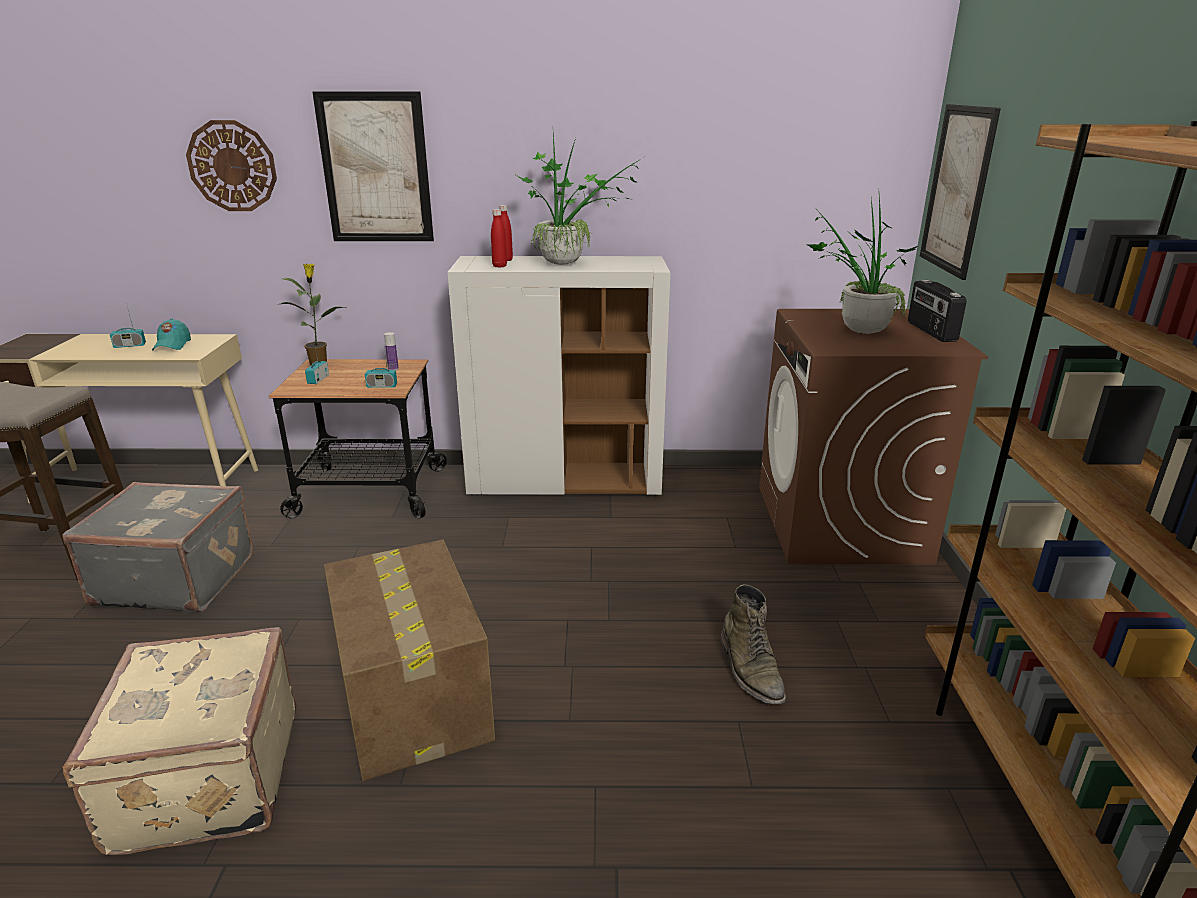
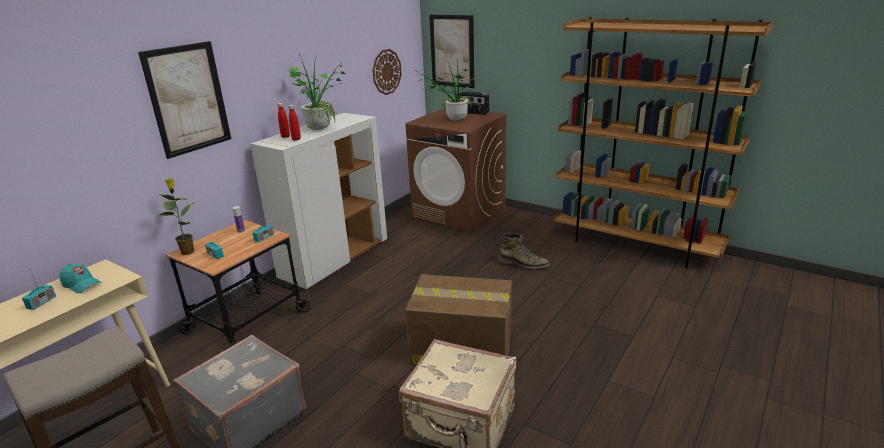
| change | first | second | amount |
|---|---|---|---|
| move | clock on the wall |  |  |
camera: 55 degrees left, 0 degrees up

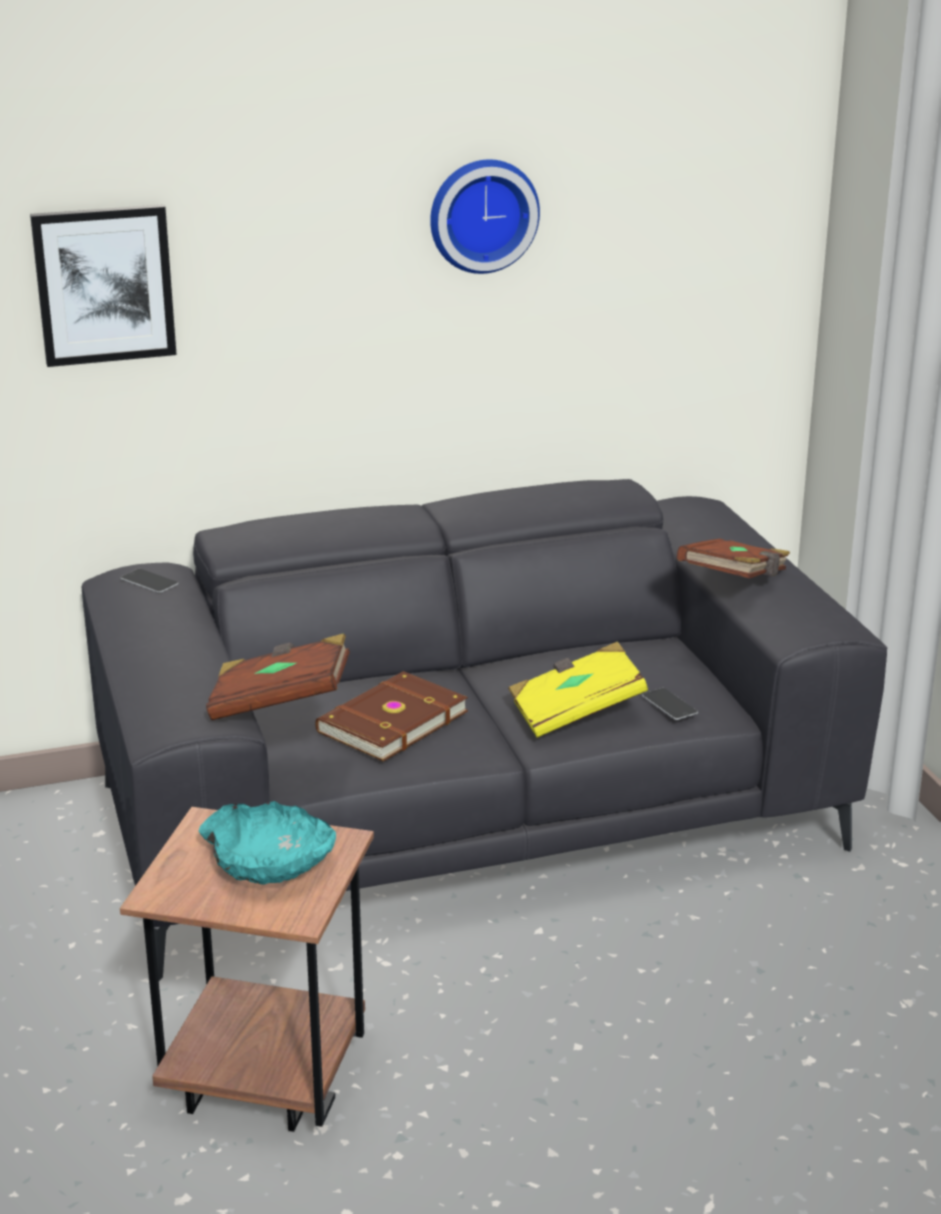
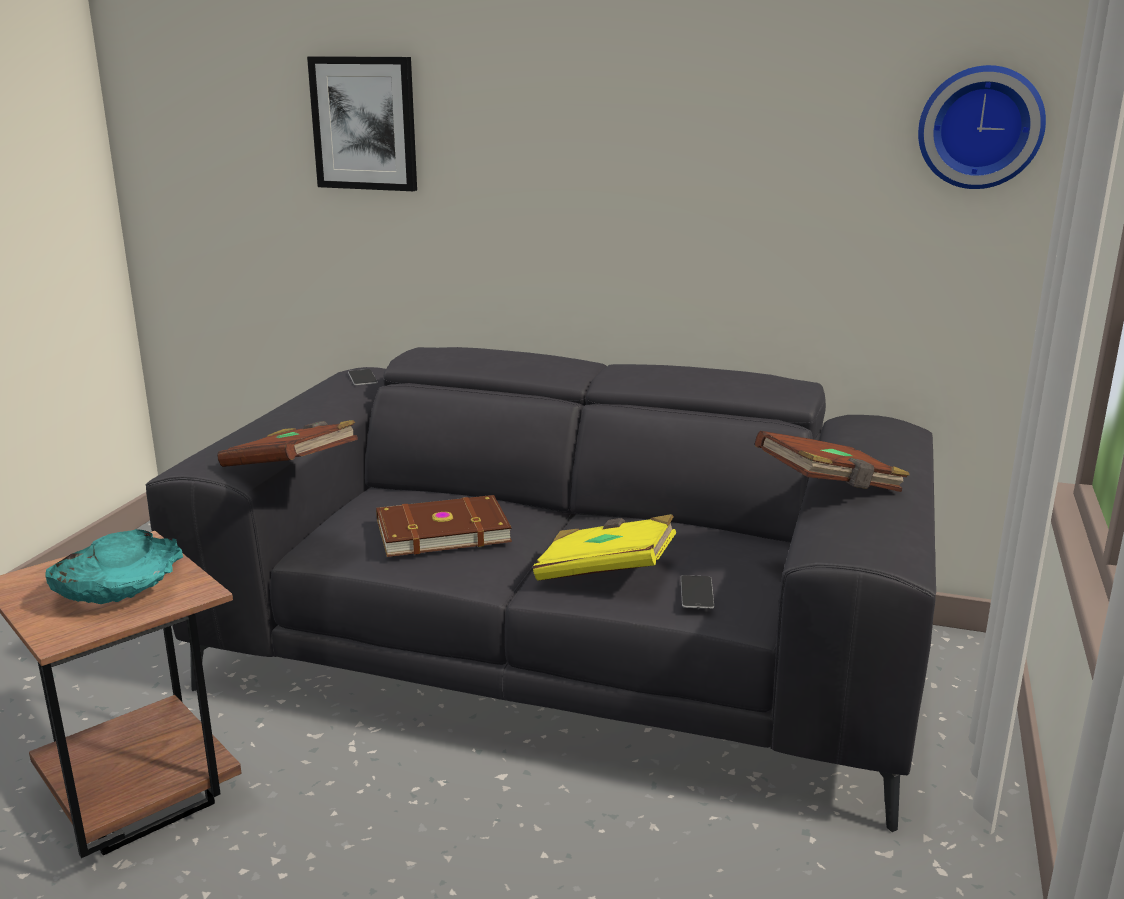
| change | first | second | amount |
|---|---|---|---|
| move | clock on the wall |  |  |
camera: 35 degrees right, 5 degrees down

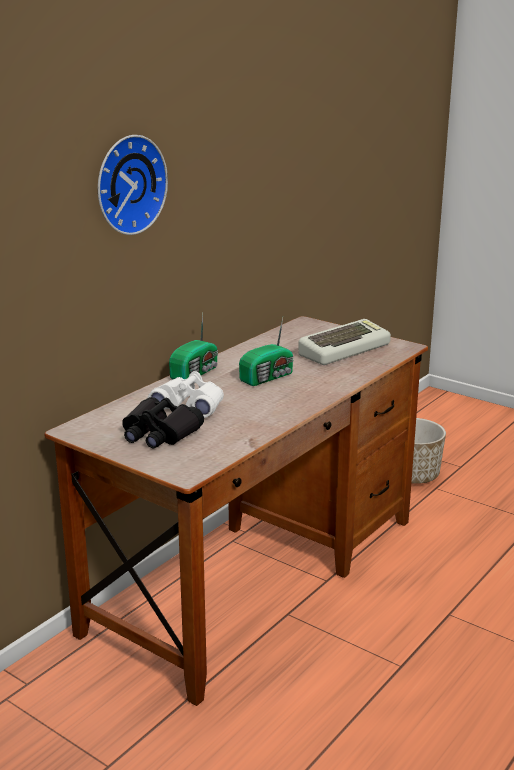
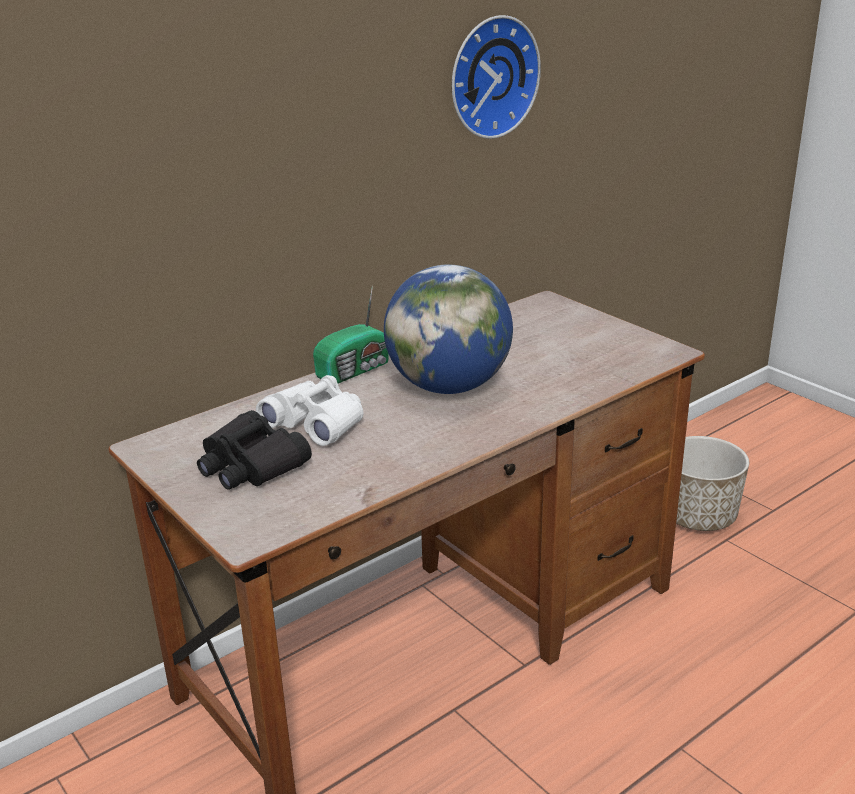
| change | first | second | amount |
|---|---|---|---|
| move | clock on the wall |  |  |
| replace | radio receiver (2nd from left) | world globe |  |
| delete | computer keyboard |  |  |
camera: 15 degrees right, 5 degrees up

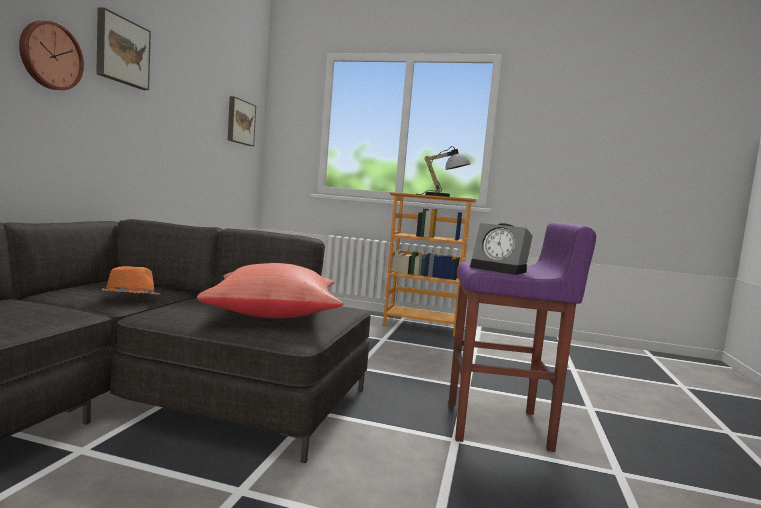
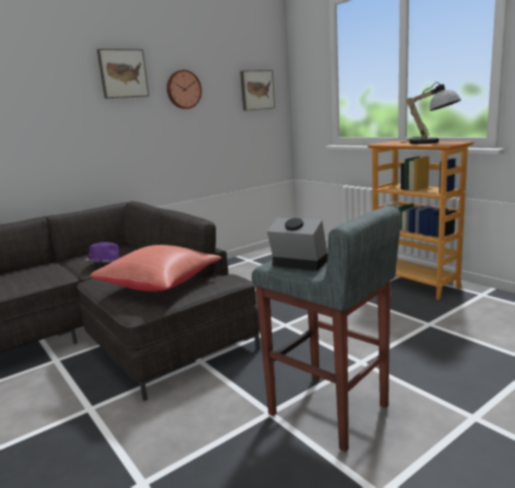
| change | first | second | amount |
|---|---|---|---|
| move | clock on the wall |  |  |
| recolor | stool/purple-coloured | stool/grey |  |
| rotate | bedside clock |  | 135 degrees clockwise |
| recolor | wearable hat/orange-coloured | wearable hat/purple-coloured |  |
camera: 40 degrees right, 10 degrees up

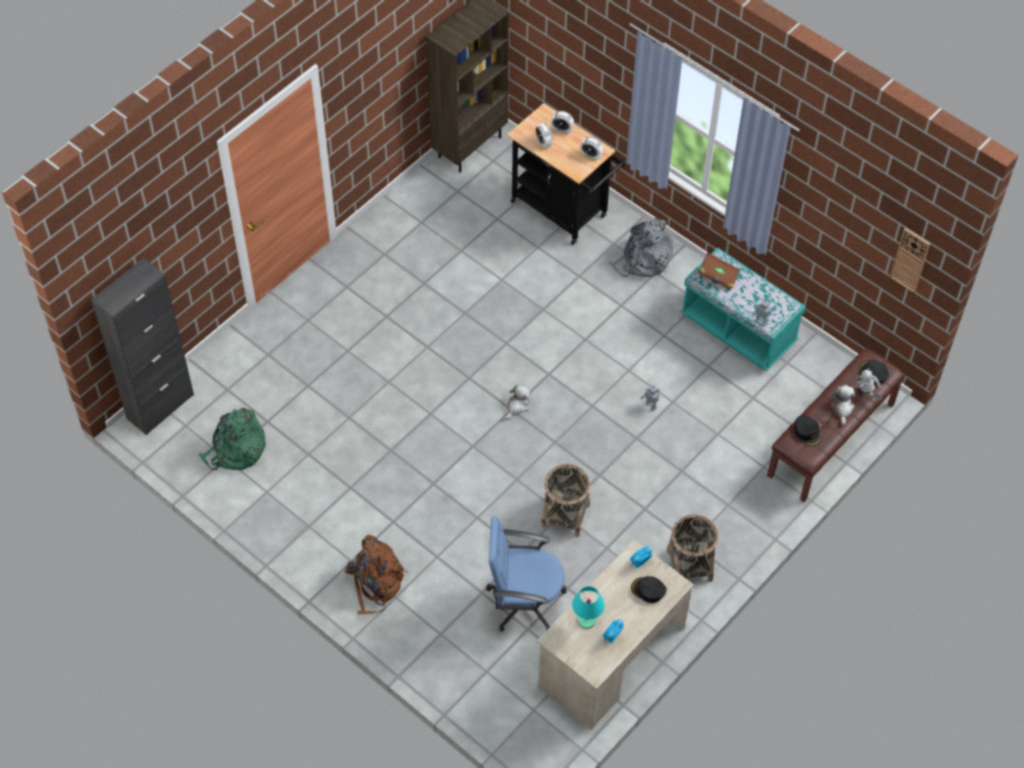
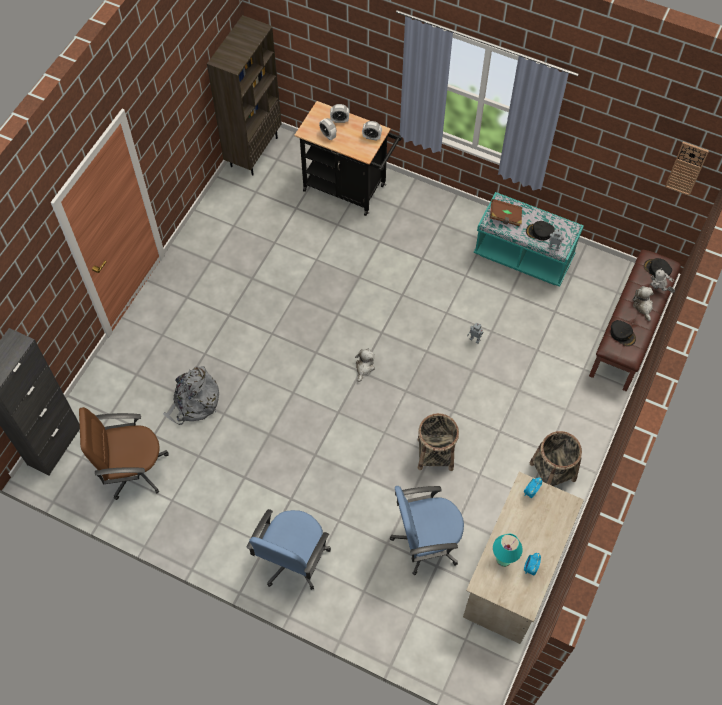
| change | first | second | amount |
|---|---|---|---|
| move | rucksack/grey |  |  |
| replace | rucksack/green | desk chair/brown-coloured |  |
| replace | rucksack/brown-coloured | desk chair/blue-coloured (1st from left) |  |
| move | peaked cap/black-coloured (1st from left) |  |  |
camera: 15 degrees left, 5 degrees up

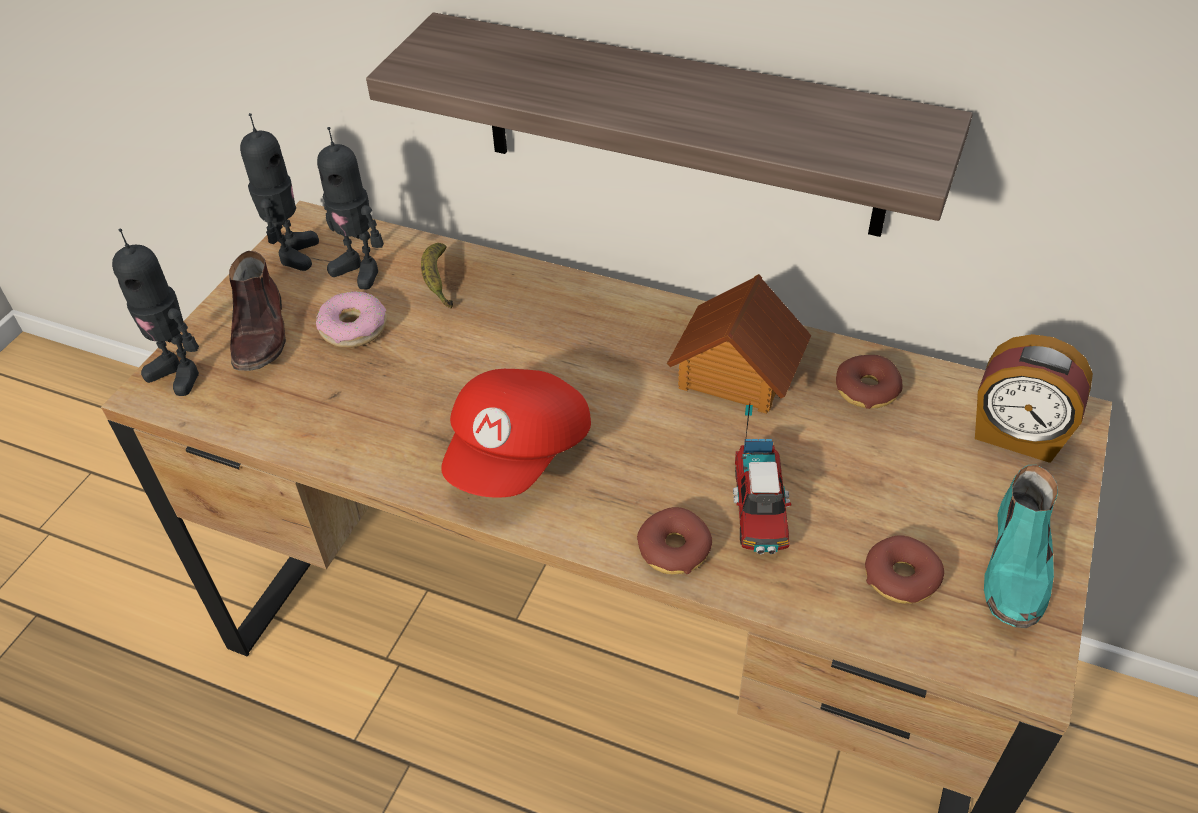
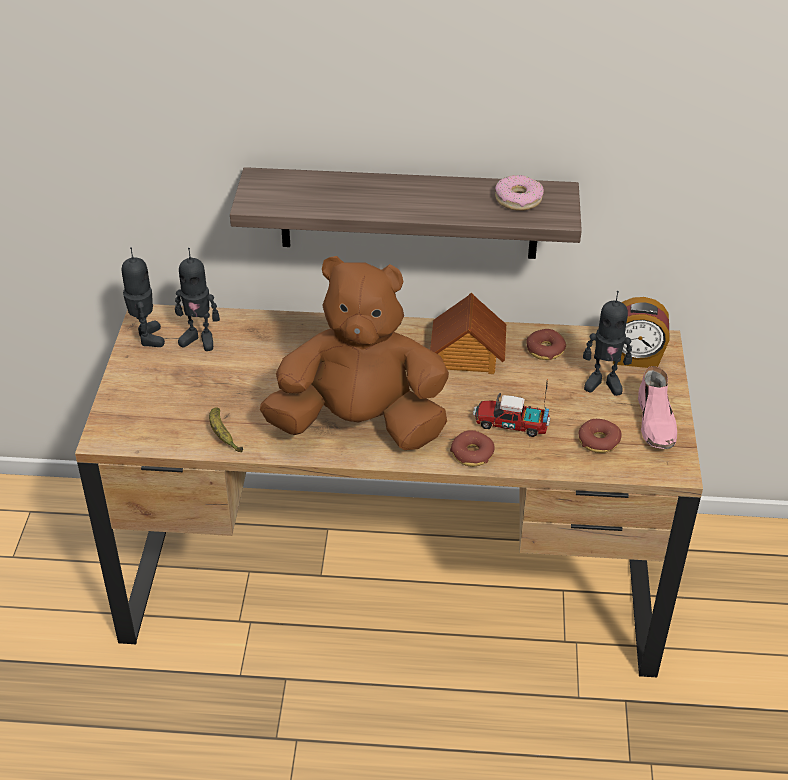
| change | first | second | amount |
|---|---|---|---|
| move | model robot (1st from left in the first image) | model robot (3rd from left) |  |
| move | banana |  |  |
| delete | shoe/brown-coloured |  |  |
| move | ring doughnut (1st from left in the first image) | ring doughnut (2nd from left) |  |
| replace | peaked cap/red | plush toy/brown-coloured |  |
| rotate | toy truck |  | 120 degrees clockwise |
| recolor | shoe/turquoise-coloured | shoe/pink |  |
camera: 20 degrees left, 5 degrees down

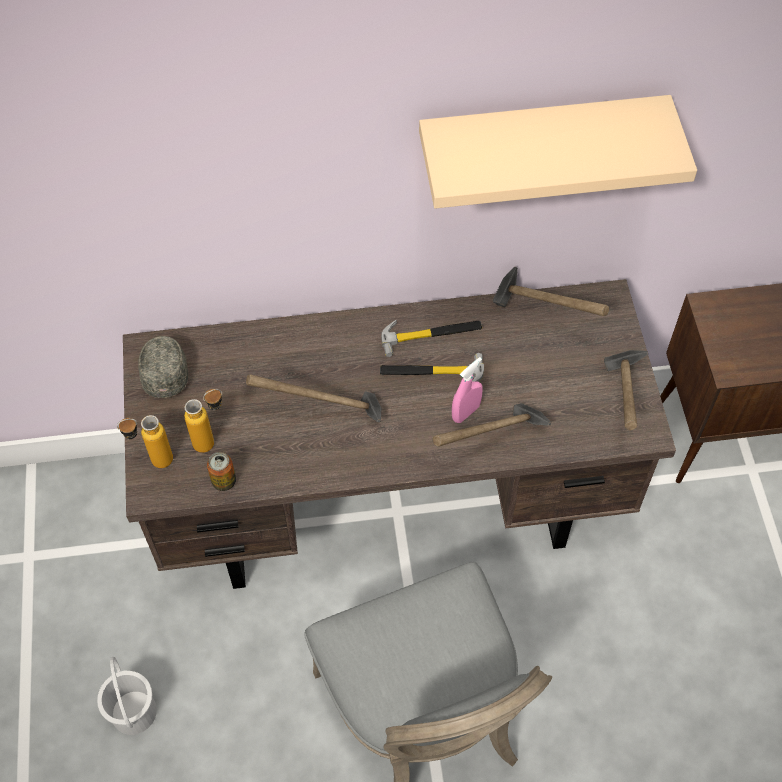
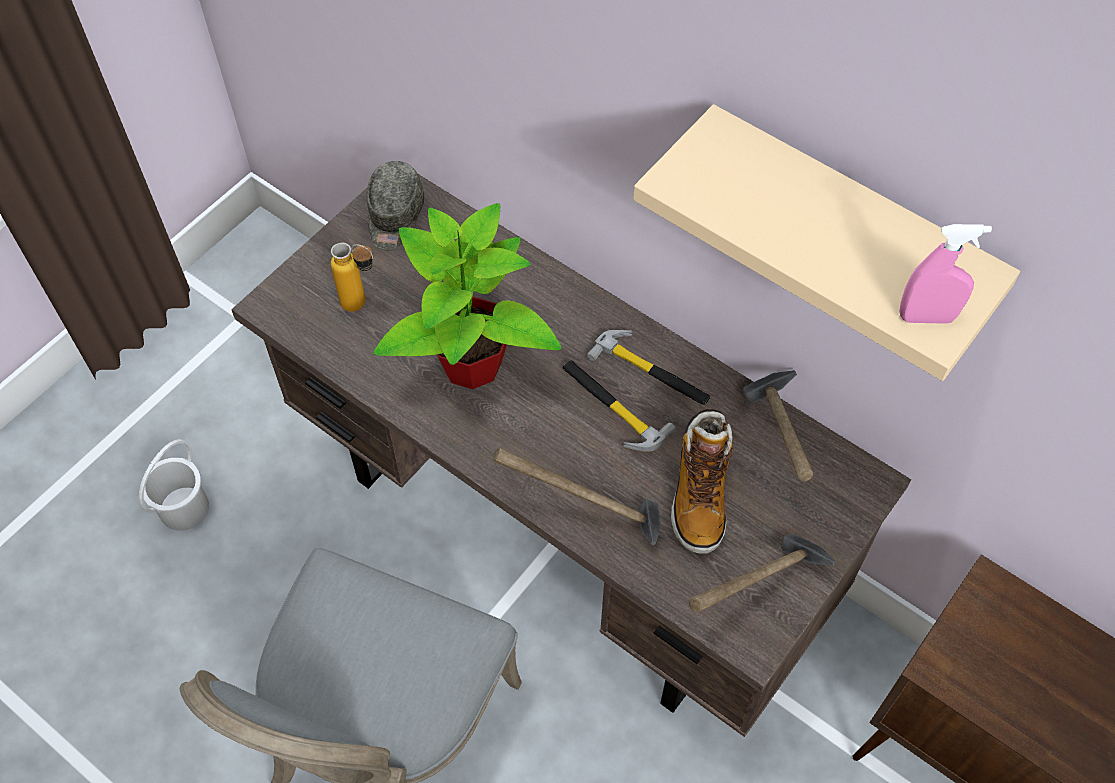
| change | first | second | amount |
|---|---|---|---|
| rotate | peaked cap/grey |  | 150 degrees clockwise |
| move | hand sprayer/pink |  |  |
| replace | hammer (1st from left) | potted plant |  |
| delete | beverage bottle (1st from left) |  |  |
| delete | can |  |  |
| insert |  | high-top boot |  |
camera: 45 degrees right, 0 degrees up

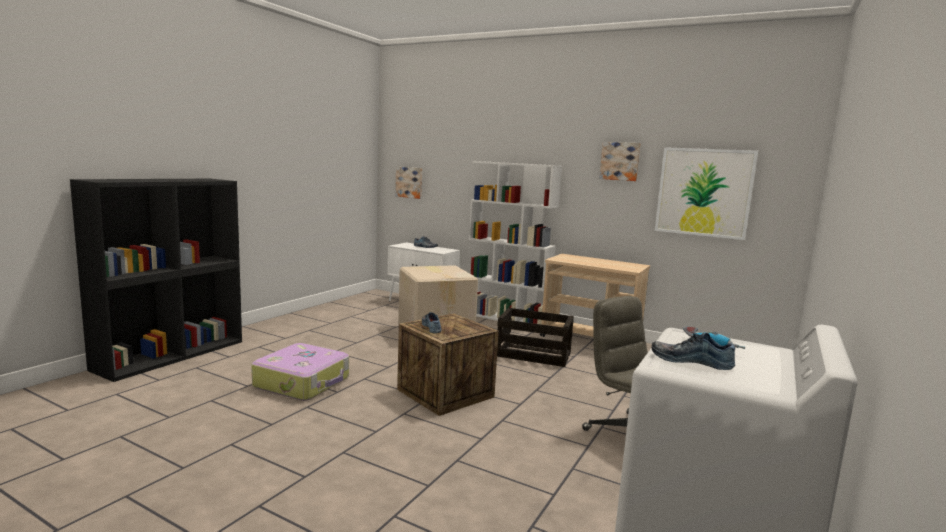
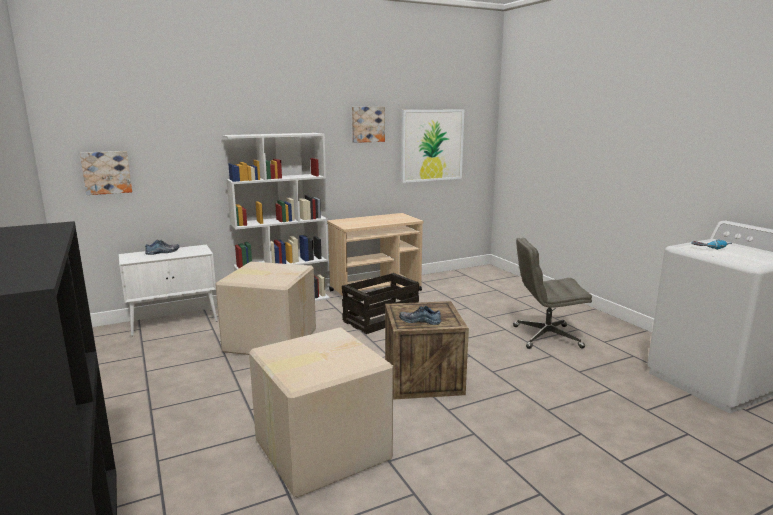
| change | first | second | amount |
|---|---|---|---|
| delete | shoe (3rd from left) |  |  |
| replace | piece of luggage | cardboard box (2nd from left) |  |
camera: 55 degrees left, 5 degrees up

